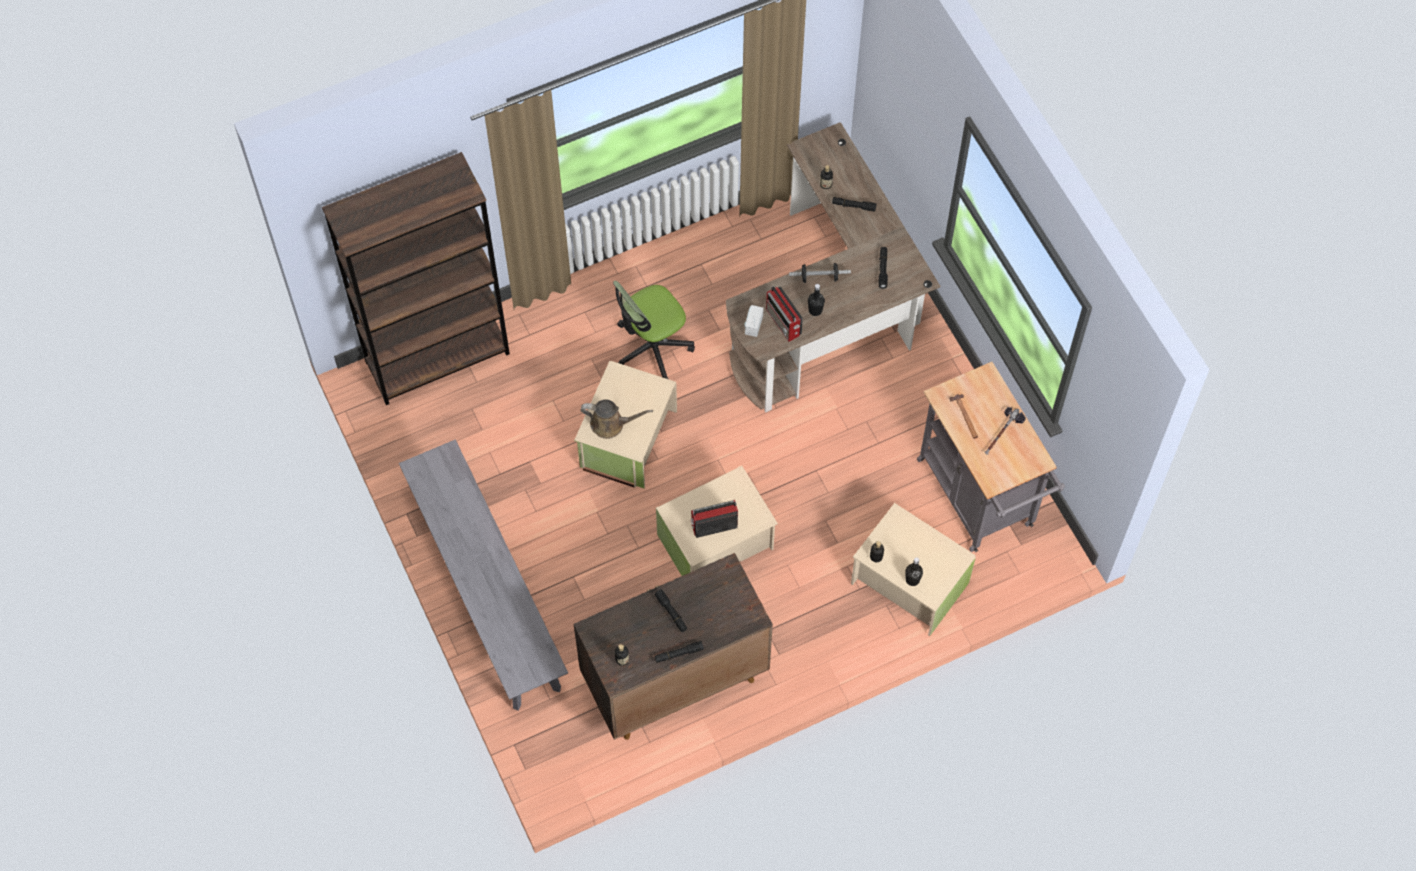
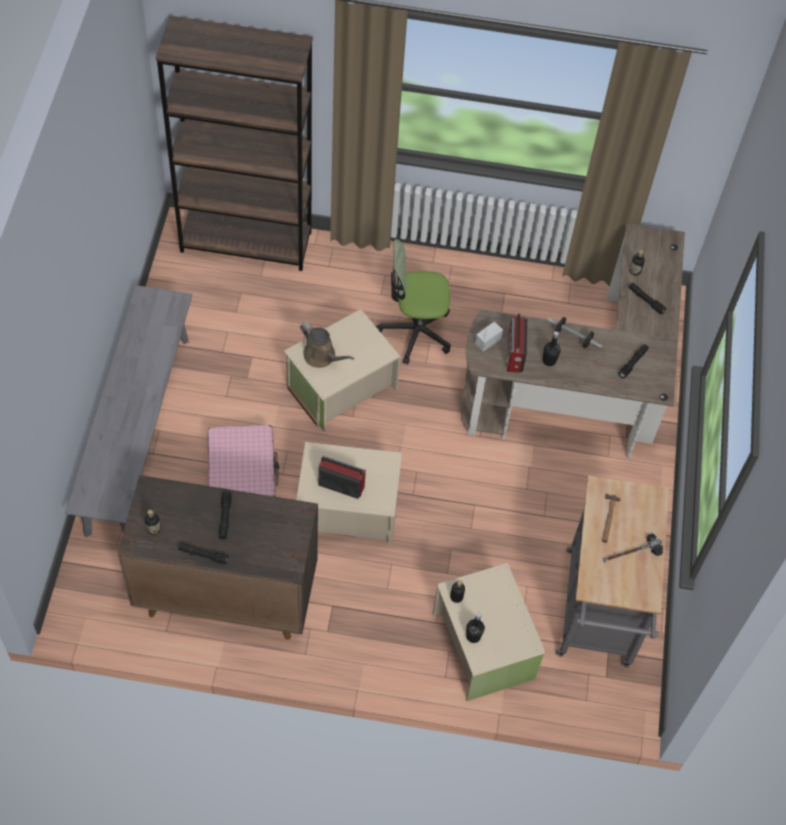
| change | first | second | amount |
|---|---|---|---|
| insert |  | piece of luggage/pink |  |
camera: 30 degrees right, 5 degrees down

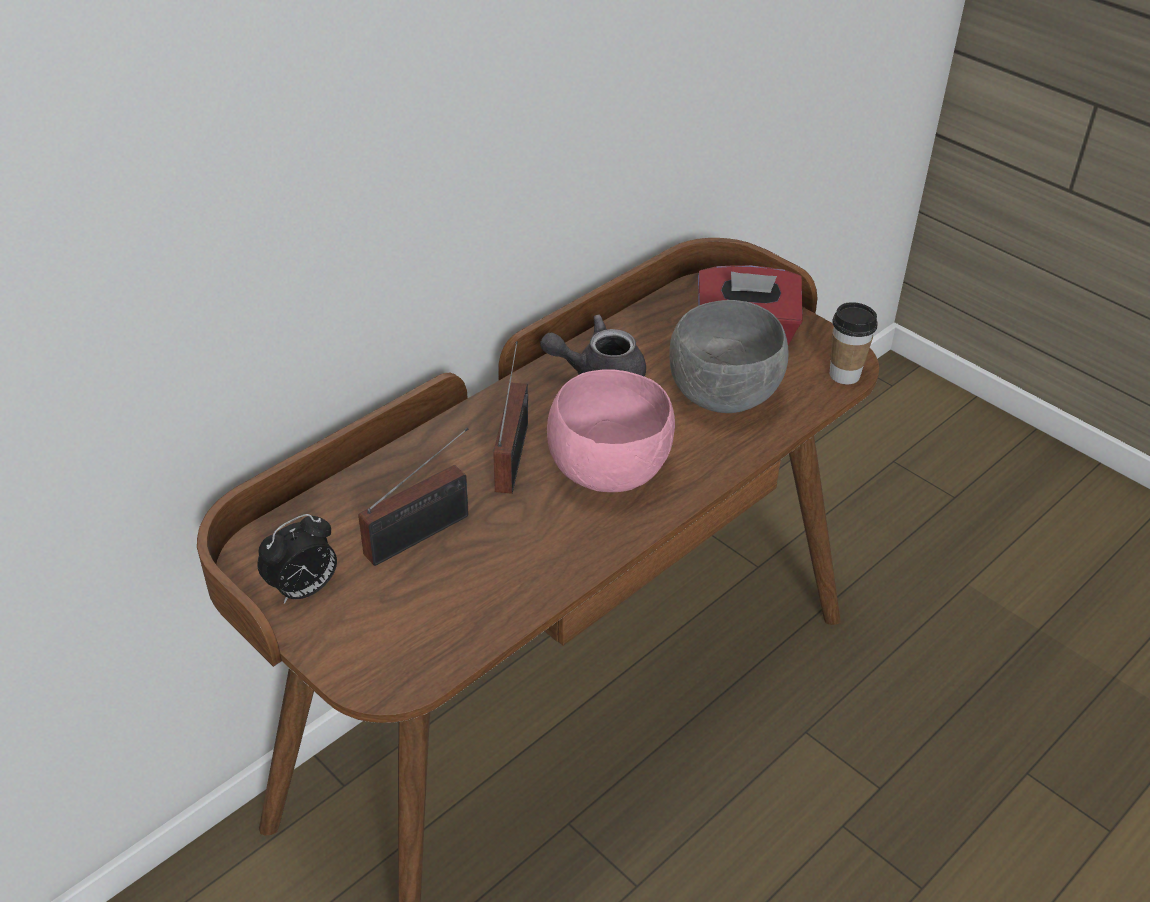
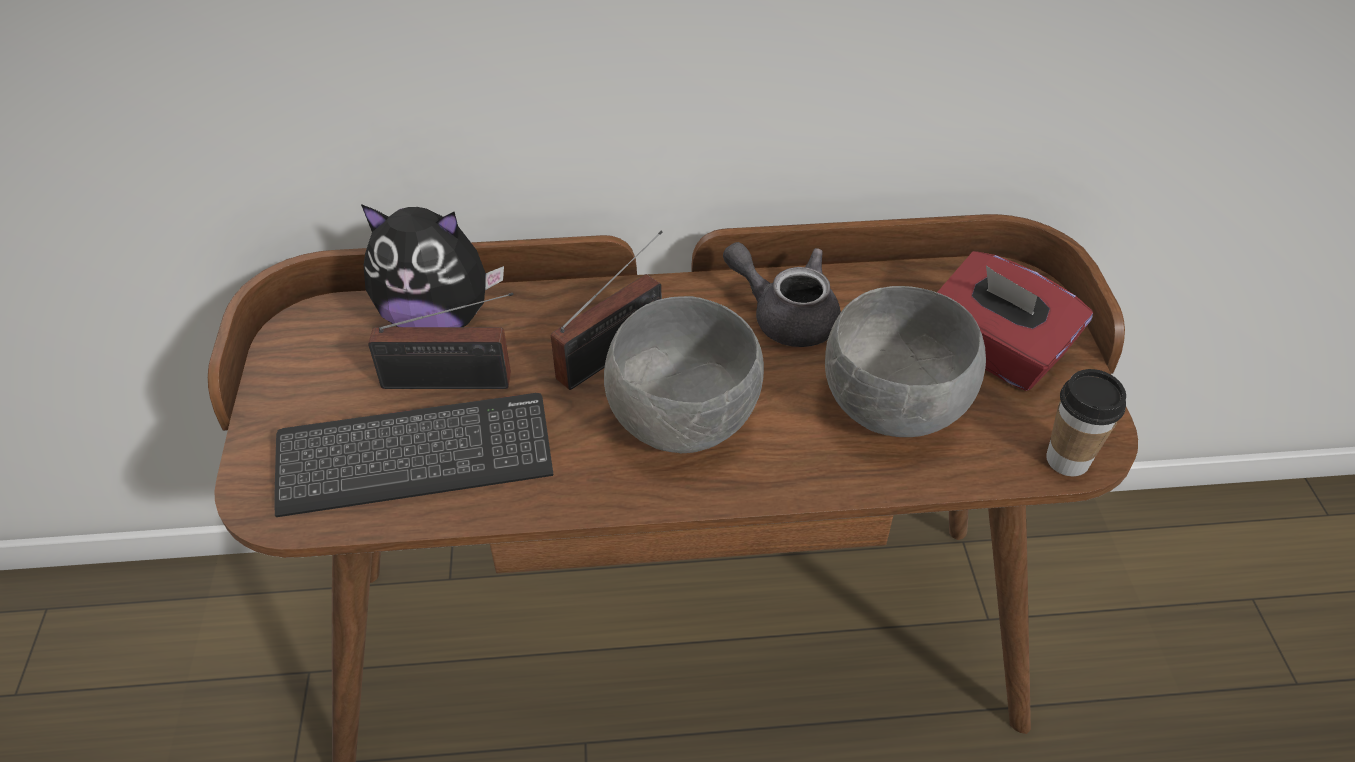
| change | first | second | amount |
|---|---|---|---|
| recolor | serving bowl/pink | serving bowl/grey (1st from left) |  |
| delete | bedside clock |  |  |
| insert |  | plush toy |  |
| insert |  | computer keyboard |  |
camera: 40 degrees right, 5 degrees up

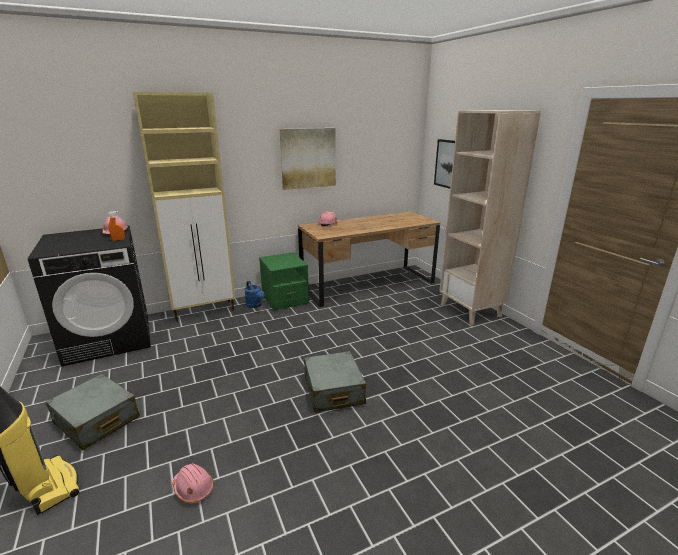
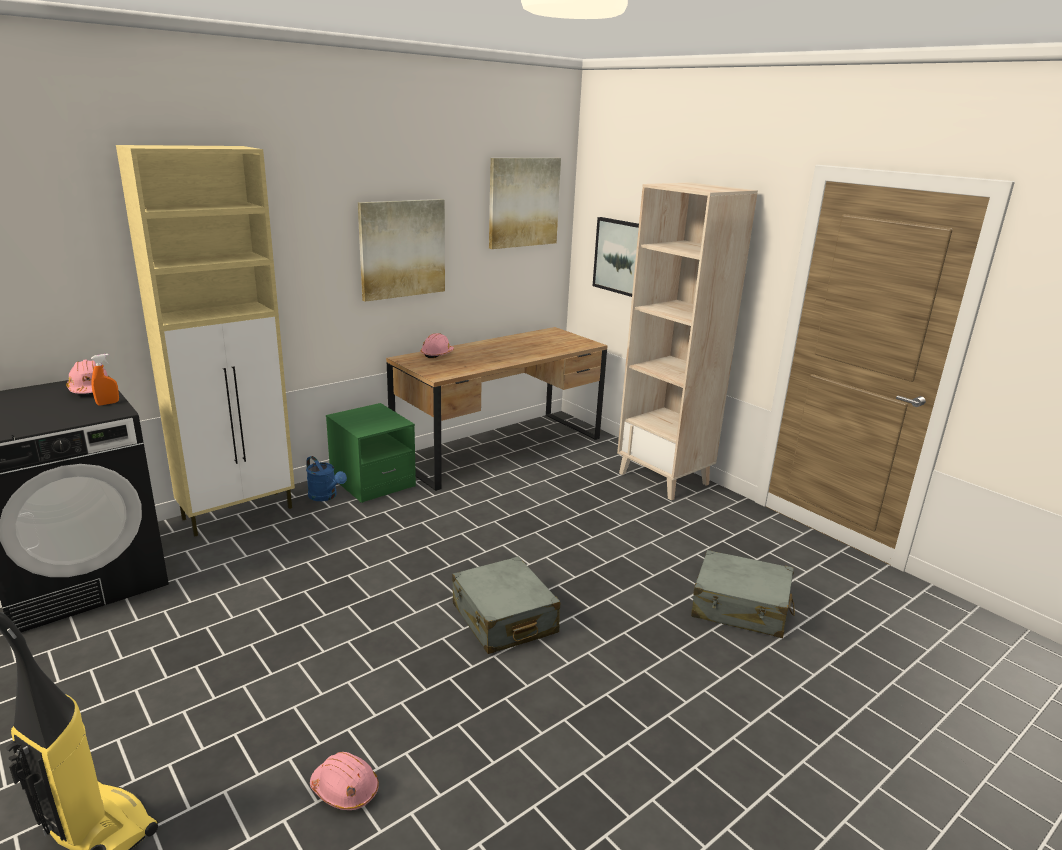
| change | first | second | amount |
|---|---|---|---|
| move | piece of luggage/grey (1st from left in the first image) | piece of luggage/grey (2nd from left) |  |
| insert |  | wall art (2nd from left) |  |
camera: 15 degrees left, 0 degrees up

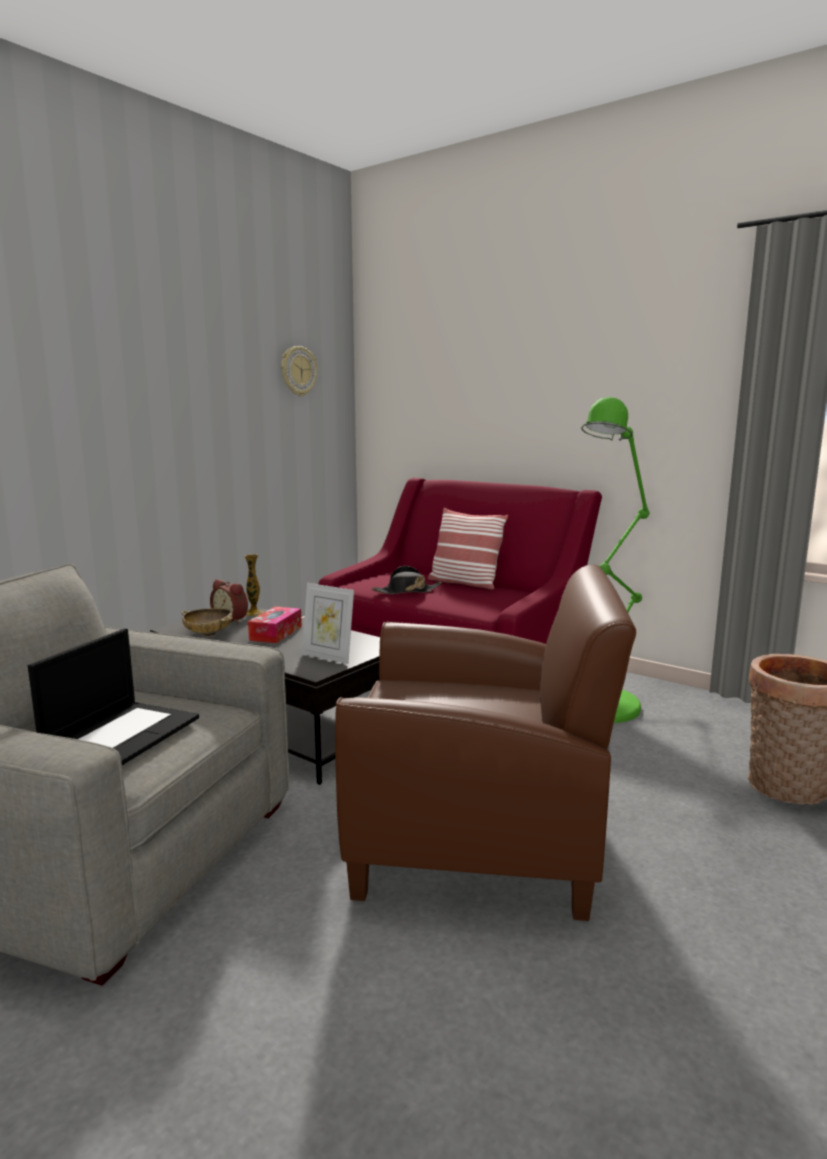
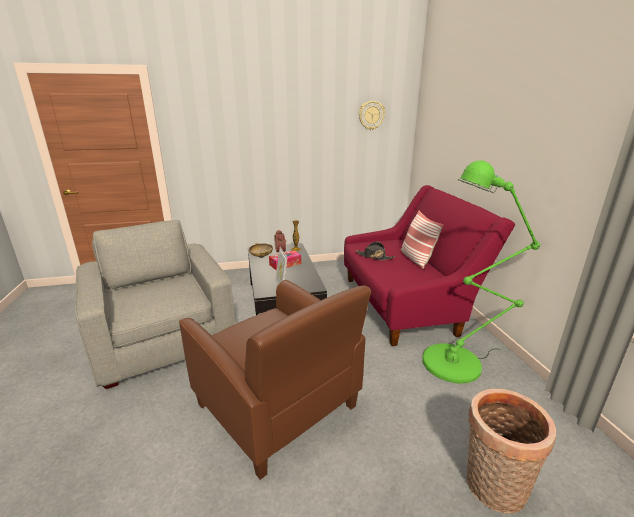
| change | first | second | amount |
|---|---|---|---|
| delete | notebook computer |  |  |
camera: 40 degrees right, 10 degrees up

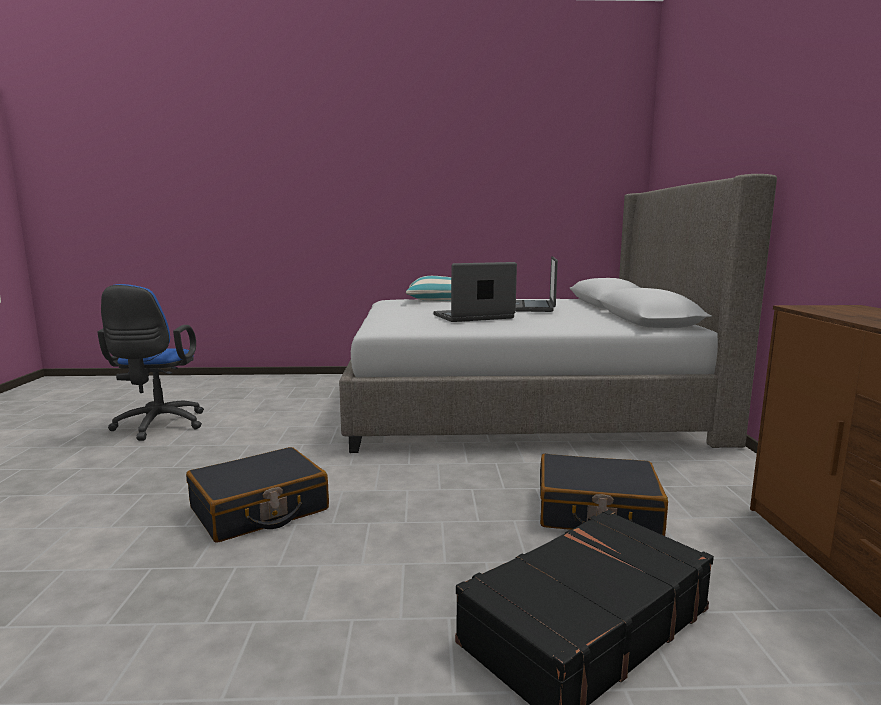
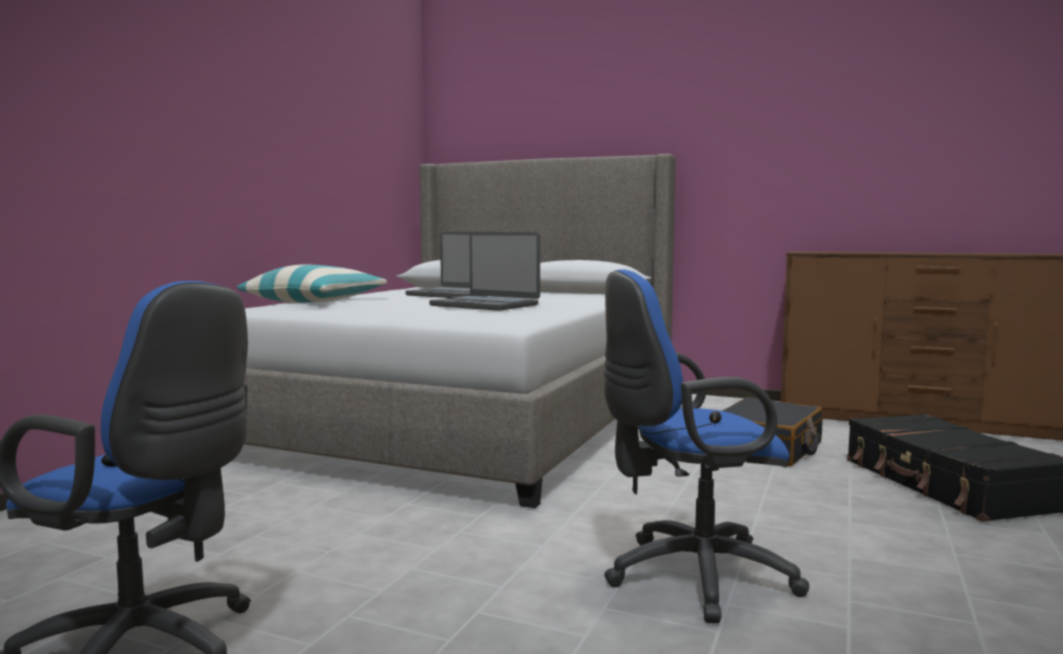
| change | first | second | amount |
|---|---|---|---|
| rotate | notebook computer (1st from left in the first image) | notebook computer (2nd from left) | 60 degrees counterclockwise |
| replace | piece of luggage/black-coloured (1st from left) | desk chair/blue-coloured (2nd from left) |  |
camera: 65 degrees left, 5 degrees down

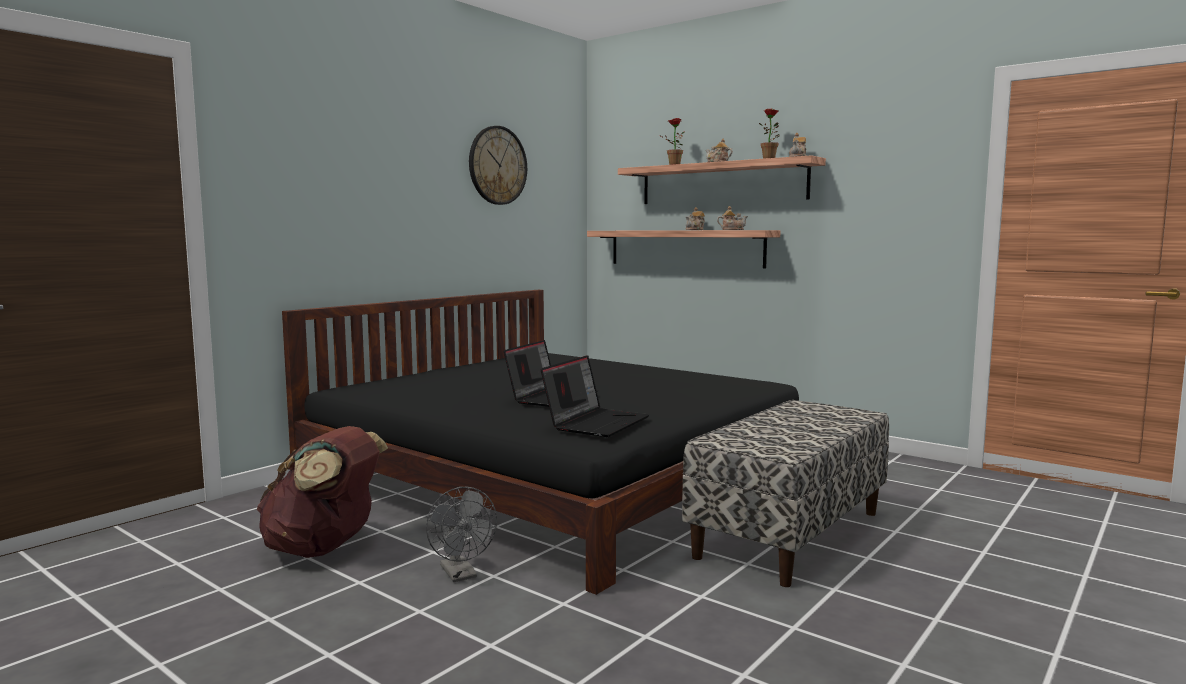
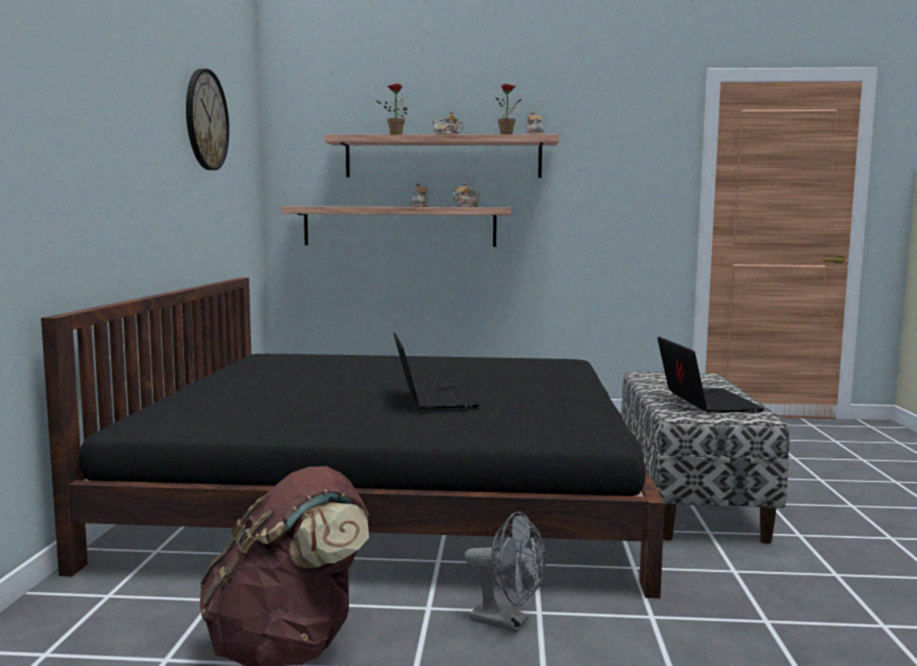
| change | first | second | amount |
|---|---|---|---|
| move | notebook computer (2nd from left) |  |  |
camera: 35 degrees left, 0 degrees up

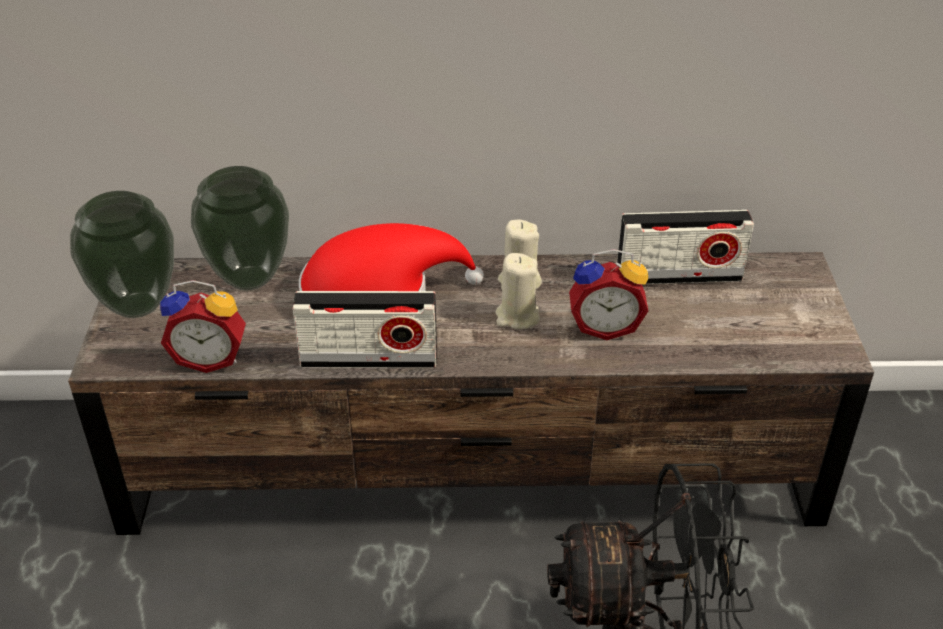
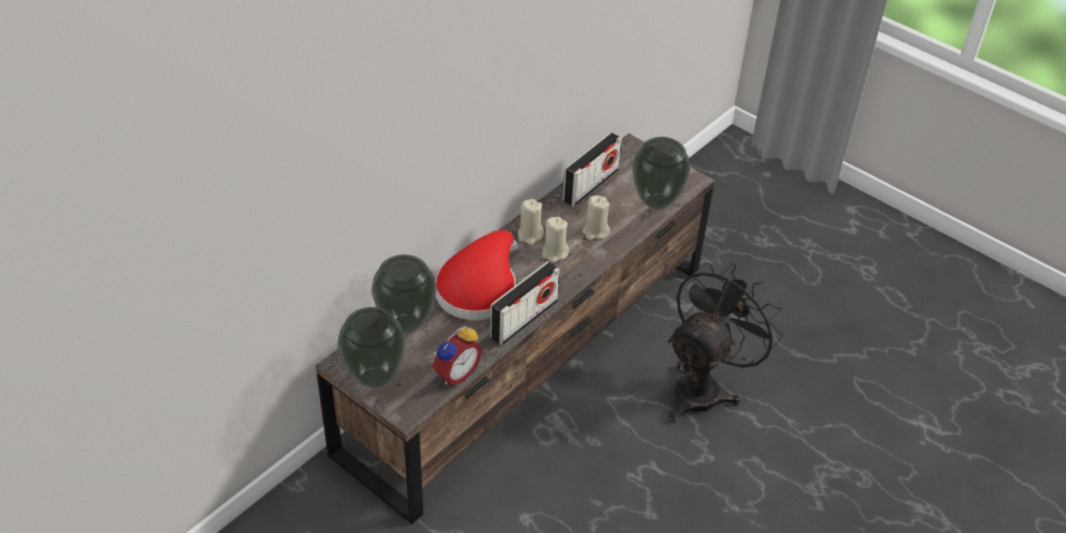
| change | first | second | amount |
|---|---|---|---|
| replace | bedside clock (2nd from left) | wax light/beige (3rd from left) |  |
| insert |  | decorative vase (3rd from left) |  |
camera: 50 degrees left, 5 degrees up

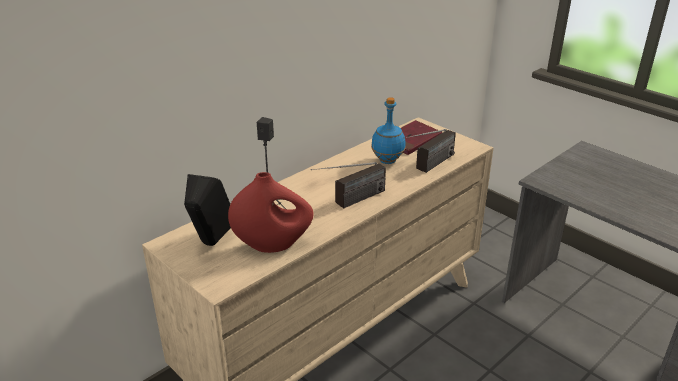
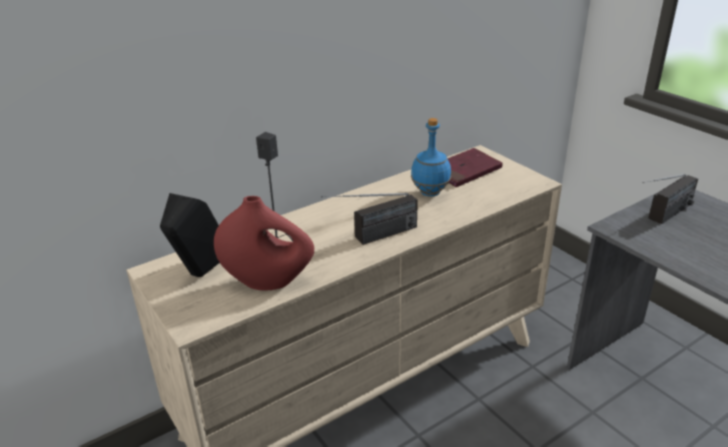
| change | first | second | amount |
|---|---|---|---|
| move | radio receiver (2nd from left) |  |  |
camera: 10 degrees right, 0 degrees up

